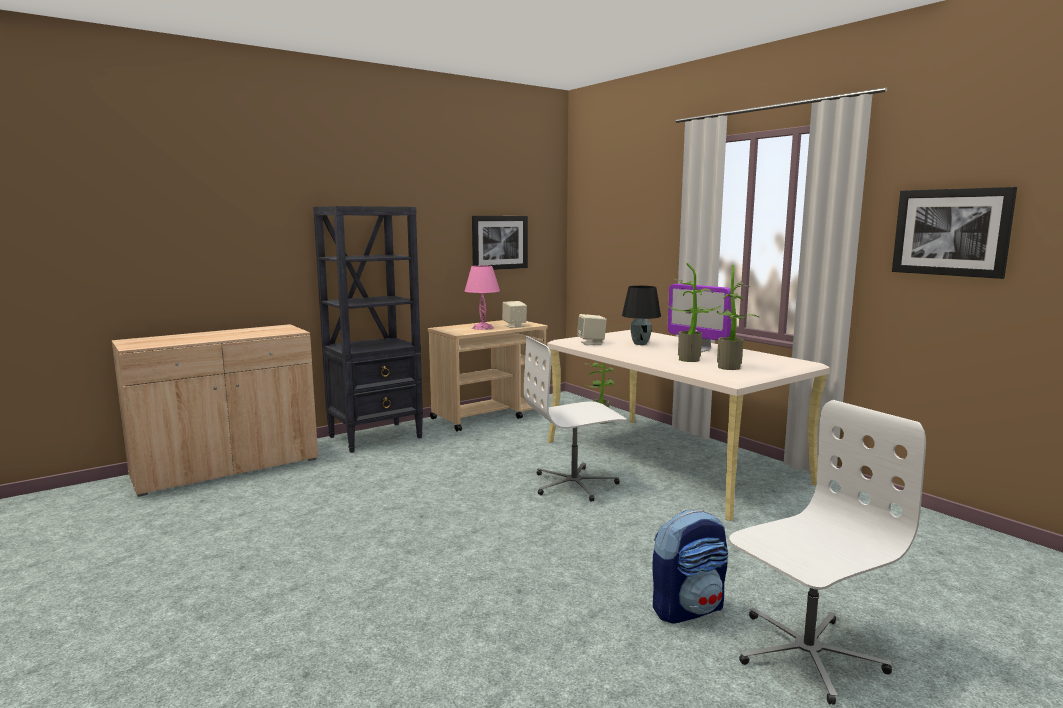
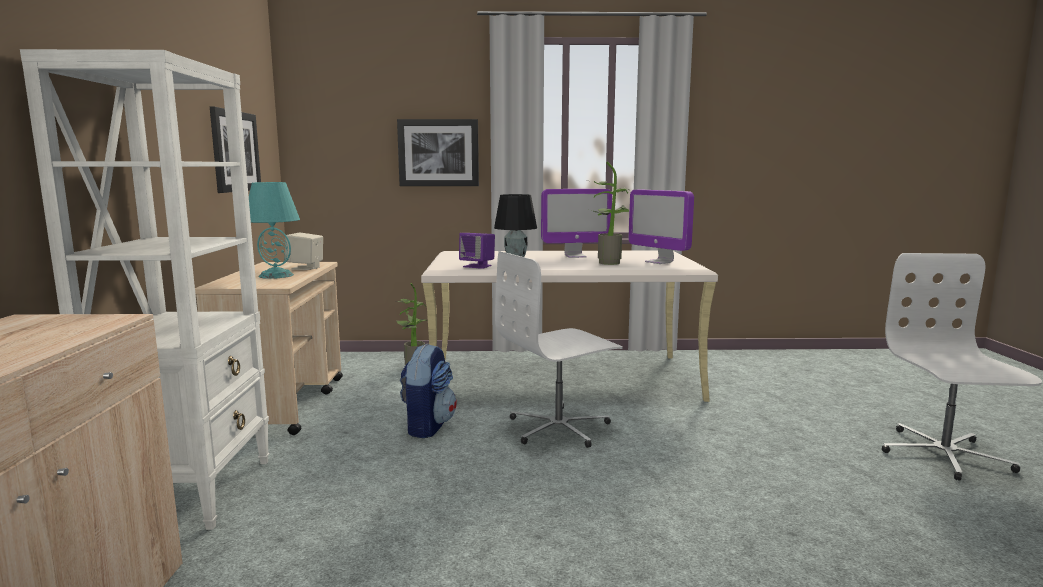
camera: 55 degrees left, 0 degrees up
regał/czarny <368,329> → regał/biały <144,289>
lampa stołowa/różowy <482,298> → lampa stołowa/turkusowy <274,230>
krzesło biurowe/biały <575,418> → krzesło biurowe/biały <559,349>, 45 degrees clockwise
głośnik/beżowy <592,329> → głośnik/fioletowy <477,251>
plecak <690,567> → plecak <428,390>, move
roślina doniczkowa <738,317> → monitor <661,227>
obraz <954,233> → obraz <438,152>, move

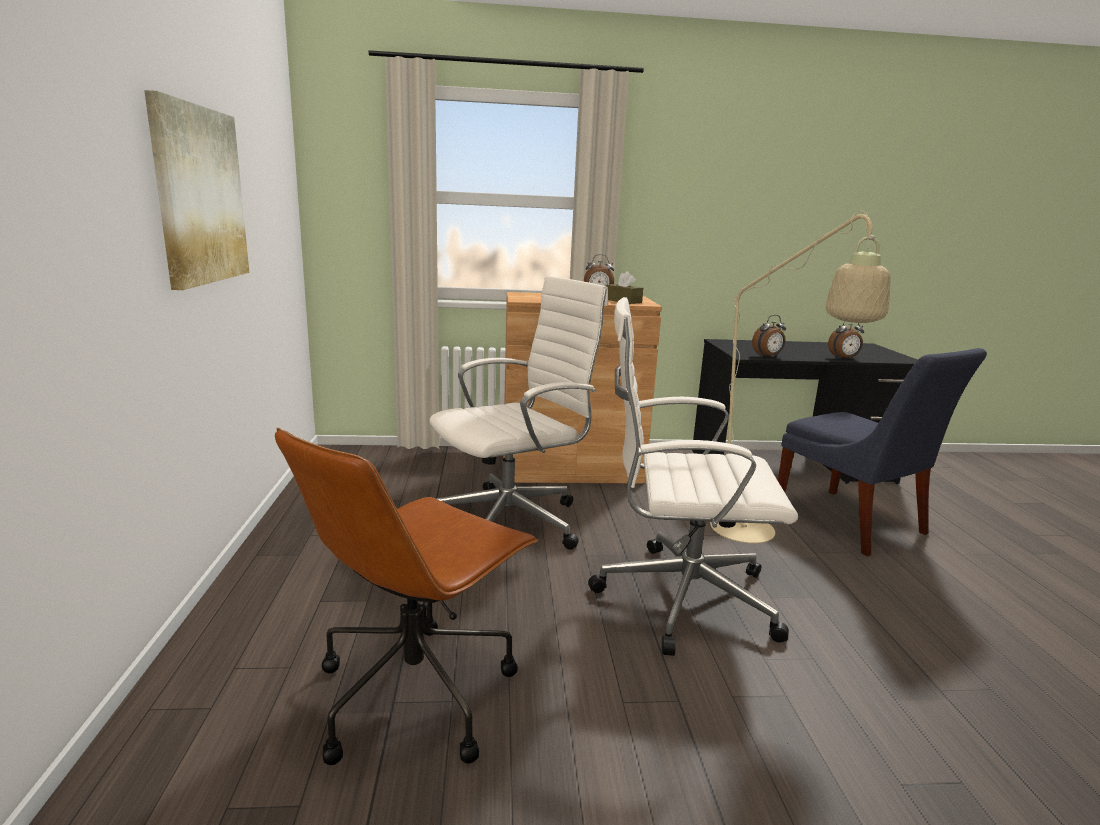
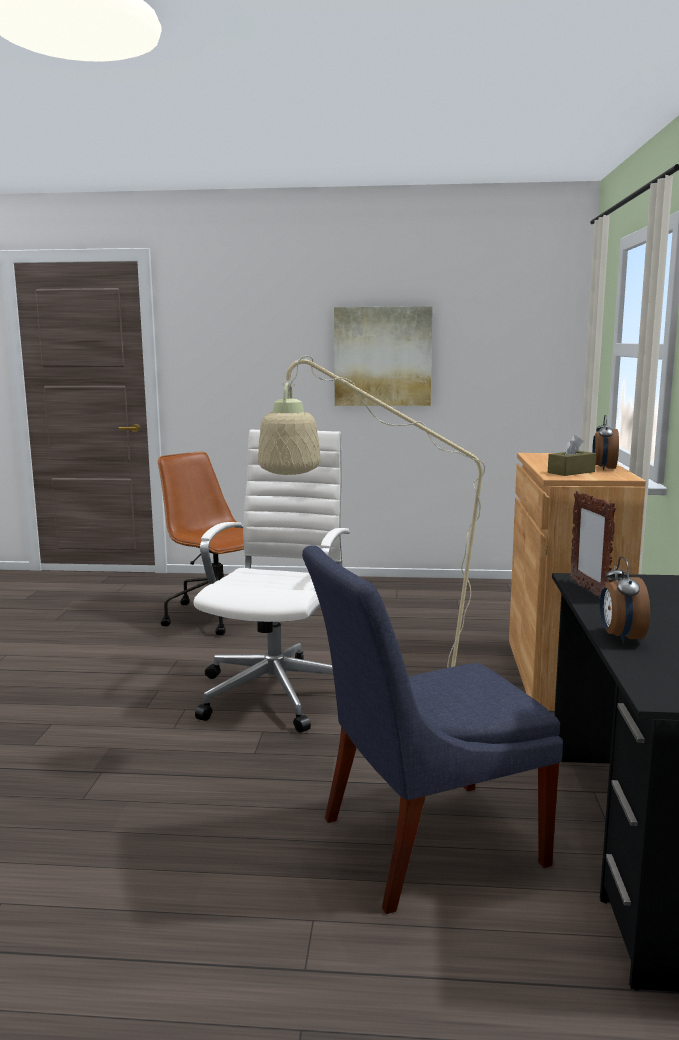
camera: 100 degrees right, 5 degrees down
krzesło biurowe/biały <518,413> → -
budzik <769,336> → ramka na zdjęcie <593,543>

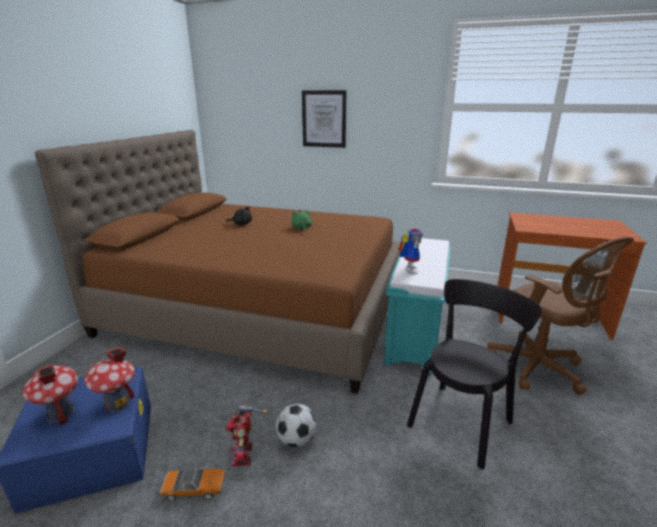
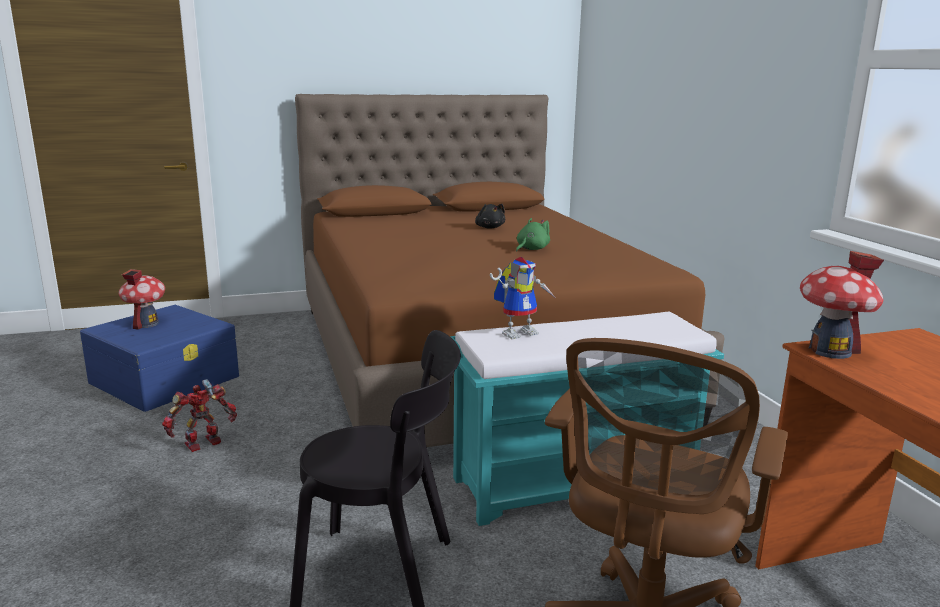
camera: 55 degrees right, 5 degrees down
domek <109,380> → domek <842,305>, move
samochodzik <192,484> → -
piłka futbolowa <296,425> → -
obraz <324,119> → -

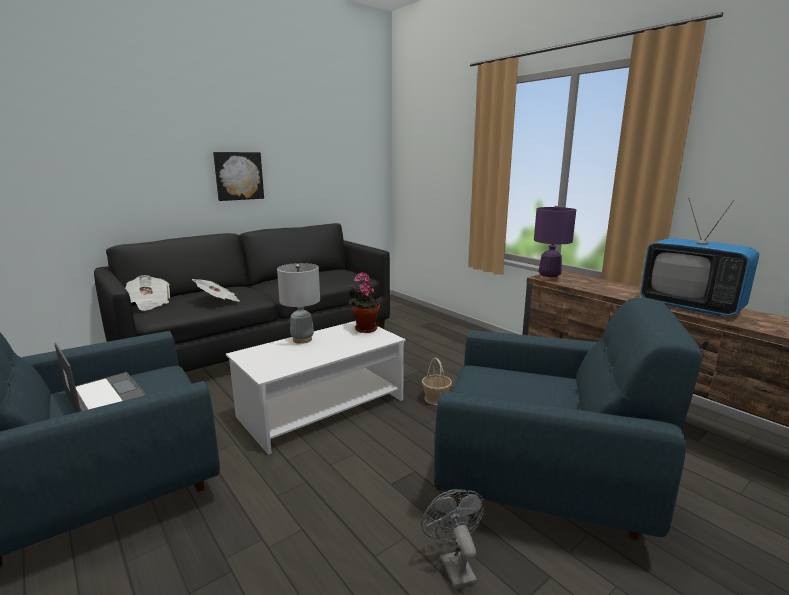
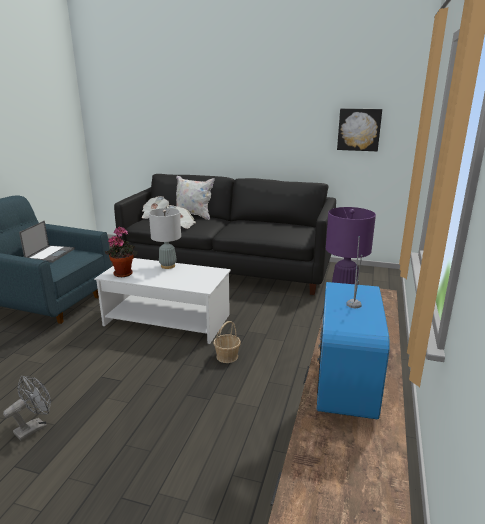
camera: 55 degrees right, 5 degrees up
obraz <238,176> → obraz <359,129>, move
roślina doniczkowa <364,302> → roślina doniczkowa <121,252>, move
fotel/niebieski <568,419> → -
- → poduszka/biały <195,197>

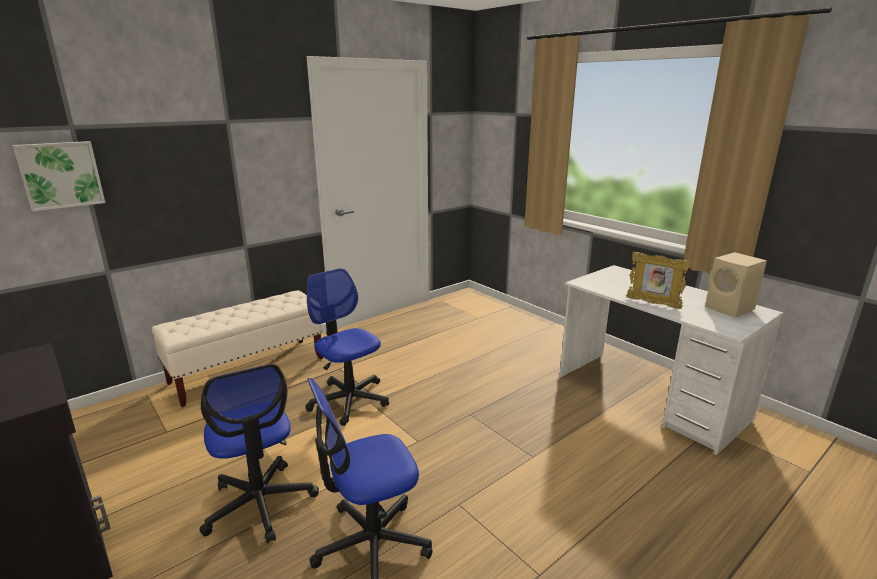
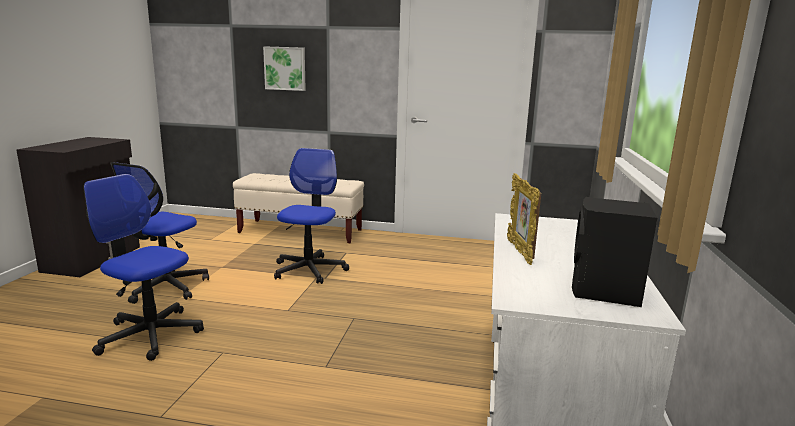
camera: 50 degrees right, 5 degrees down
obraz <59,176> → obraz <284,68>, move
głośnik/beżowy <736,284> → głośnik/czarny <614,252>

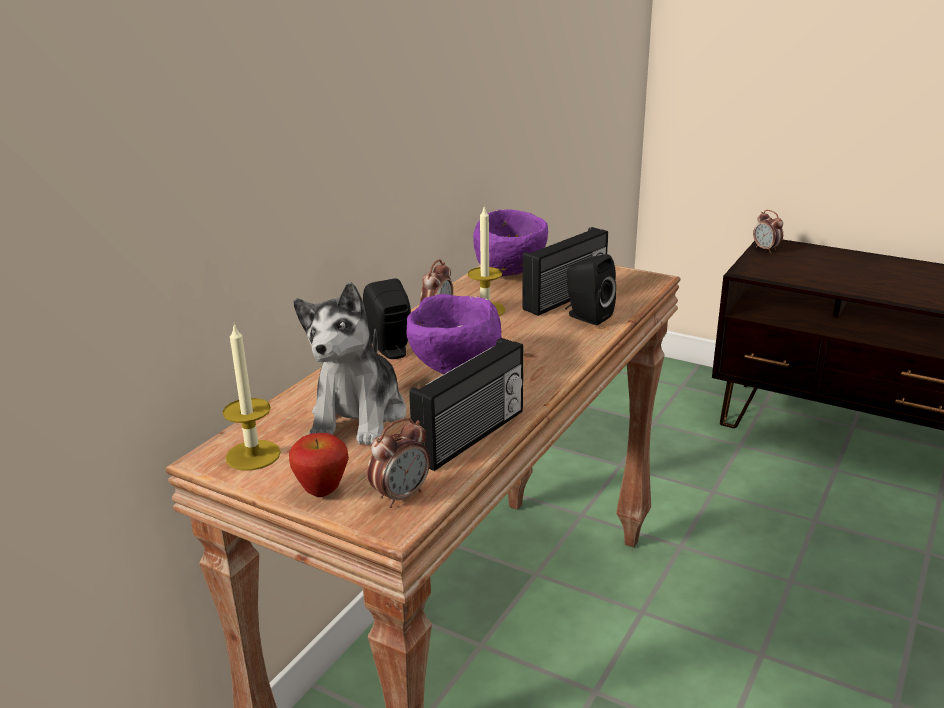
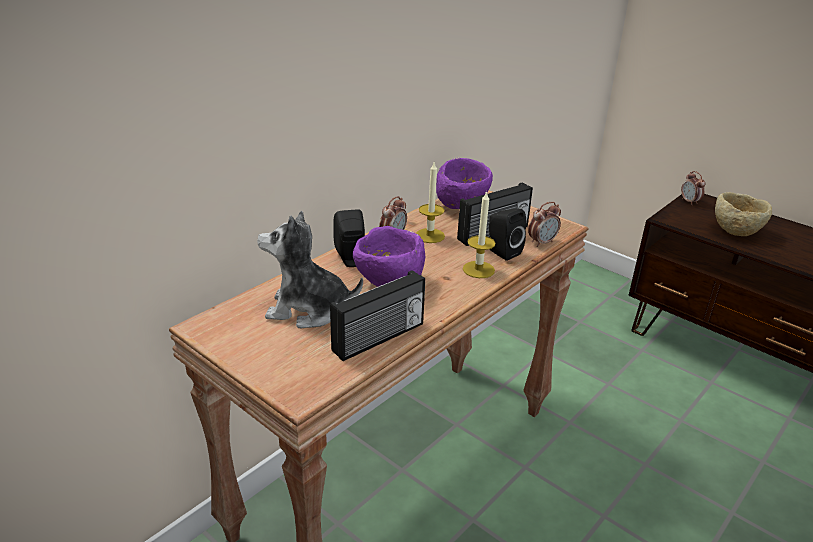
camera: 10 degrees right, 5 degrees up
świeca <251,396> → świeca <479,234>, move
jabłko <319,465> → -
pluszak <349,363> → pluszak <310,269>, 75 degrees clockwise
budzik <398,463> → budzik <544,224>, move
- → miska/beżowy <743,214>

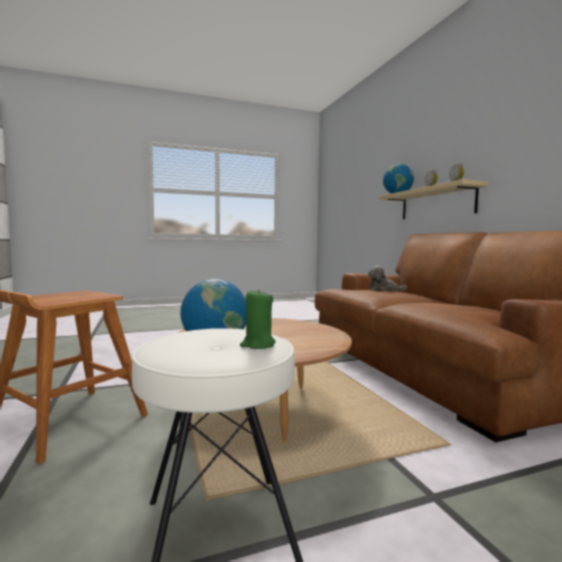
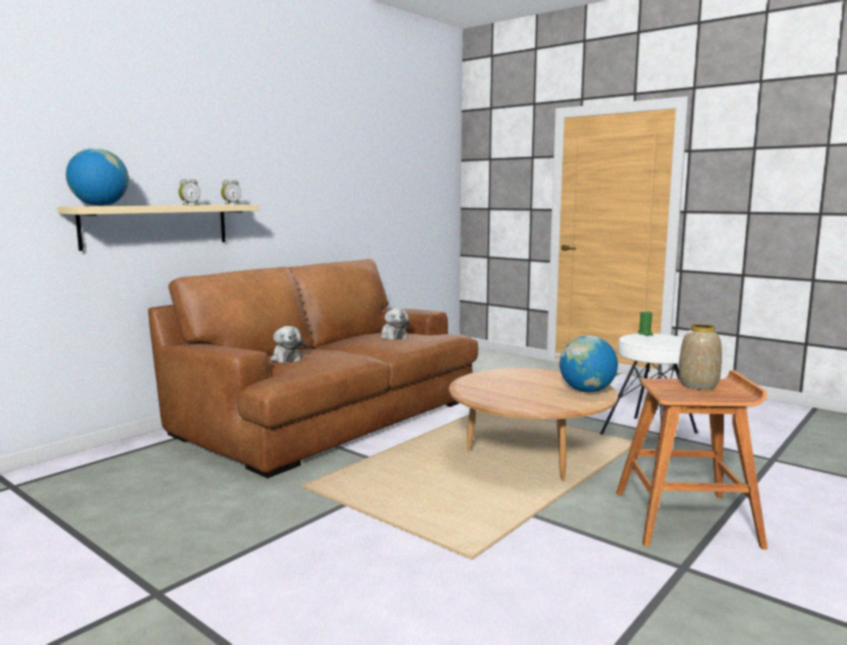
camera: 120 degrees left, 5 degrees up
- → pluszak <395,324>
- → wazon <700,357>

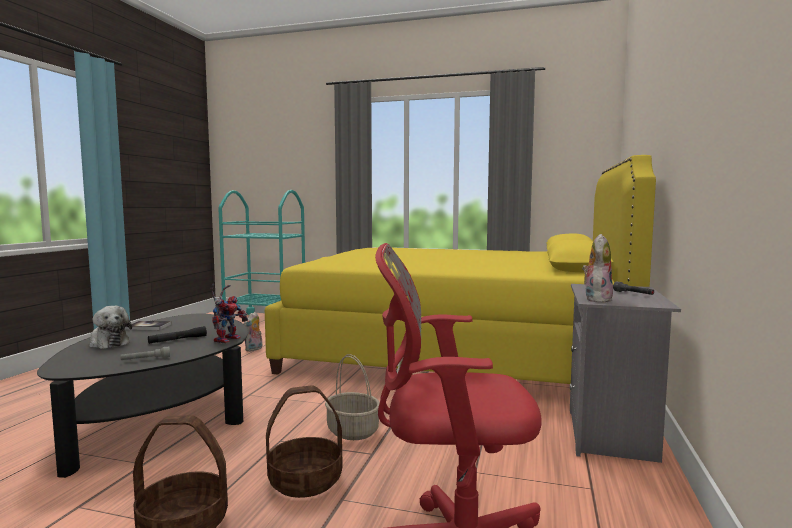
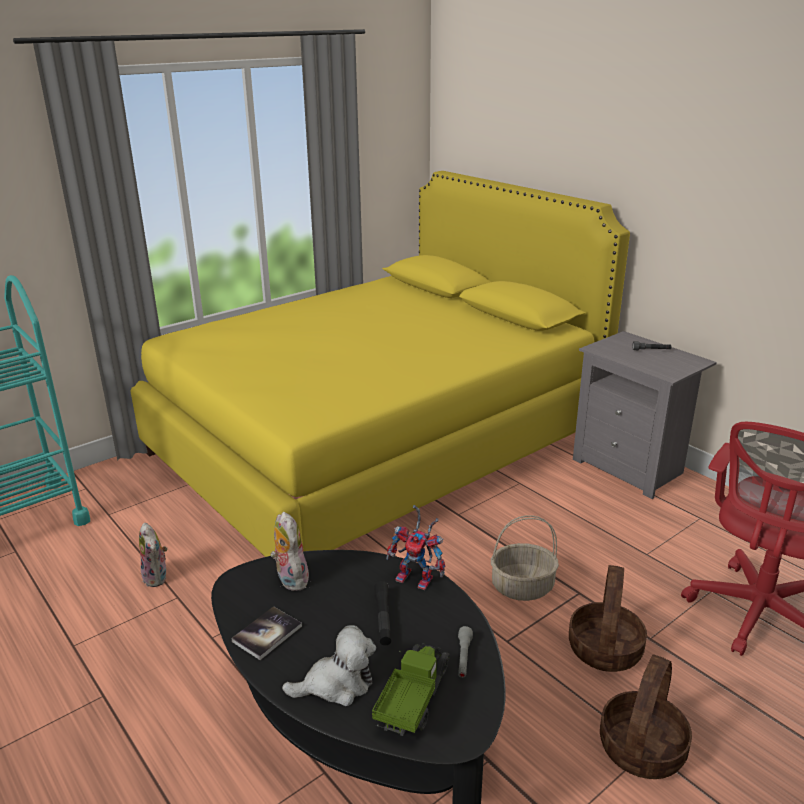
camera: 55 degrees left, 20 degrees up
robot zabawkowy <229,314> → robot zabawkowy <415,547>, 150 degrees clockwise
pluszak <597,268> → pluszak <290,551>, move
- → ciężarówka zabawkowa <411,689>

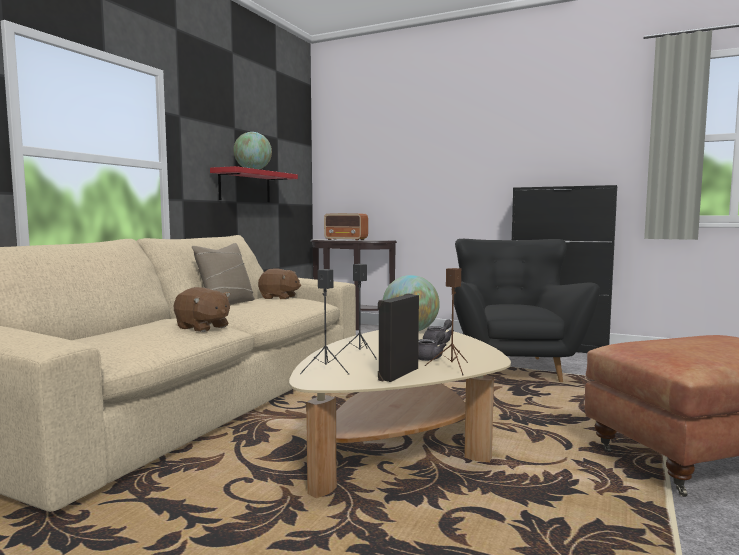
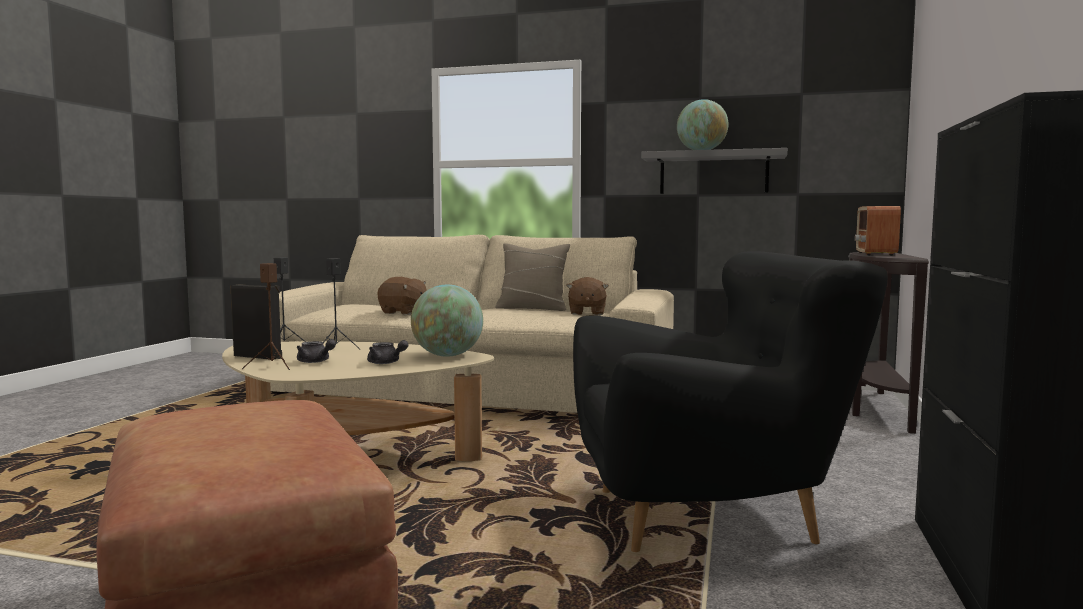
camera: 80 degrees right, 0 degrees up
pluszak/brązowy <202,309> → pluszak/brązowy <402,296>, 90 degrees counterclockwise
półka/czerwony <254,184> → półka/szary <714,171>

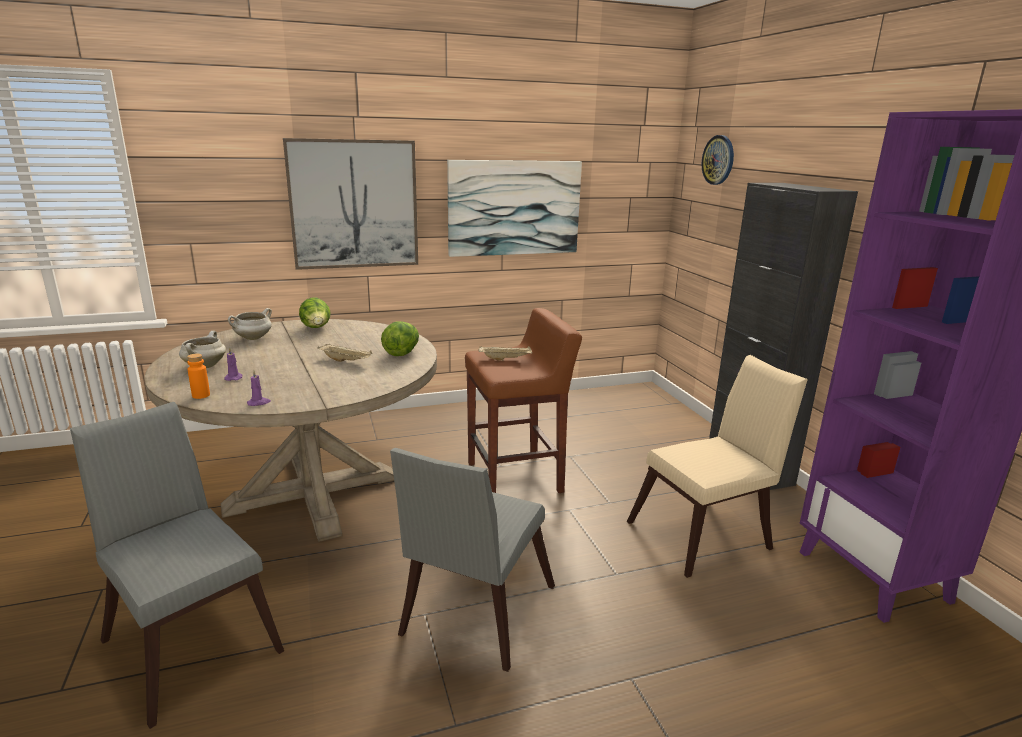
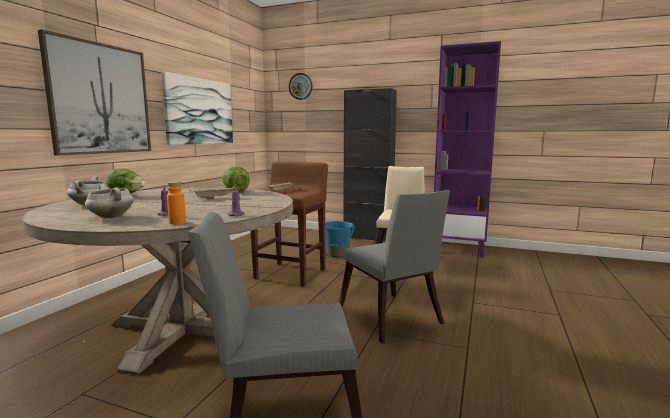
camera: 50 degrees left, 10 degrees down
- → wiadro/niebieski <340,239>

